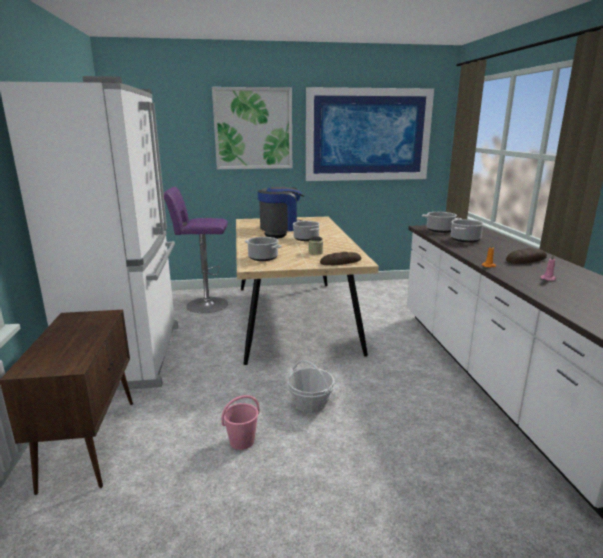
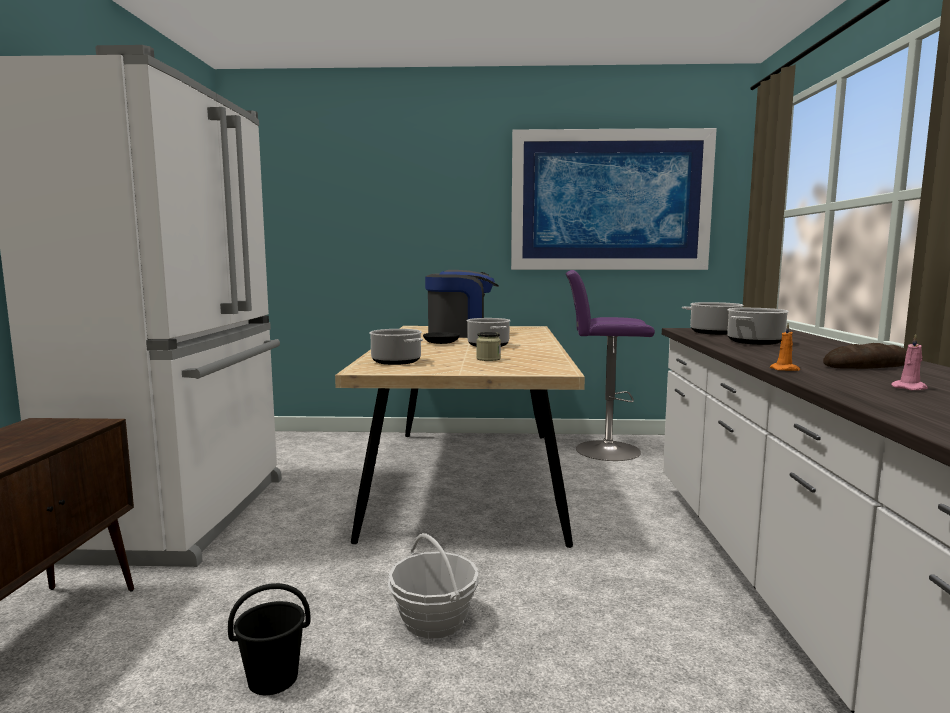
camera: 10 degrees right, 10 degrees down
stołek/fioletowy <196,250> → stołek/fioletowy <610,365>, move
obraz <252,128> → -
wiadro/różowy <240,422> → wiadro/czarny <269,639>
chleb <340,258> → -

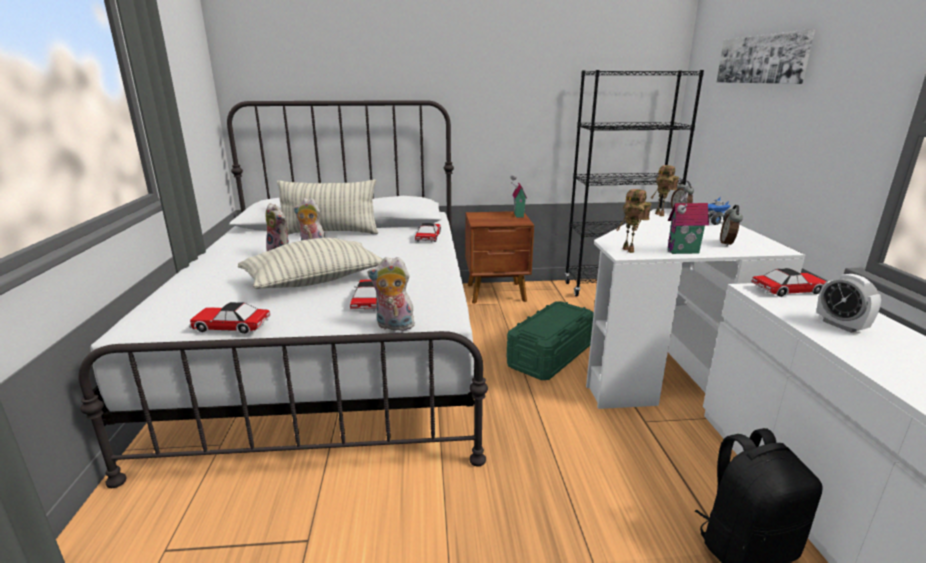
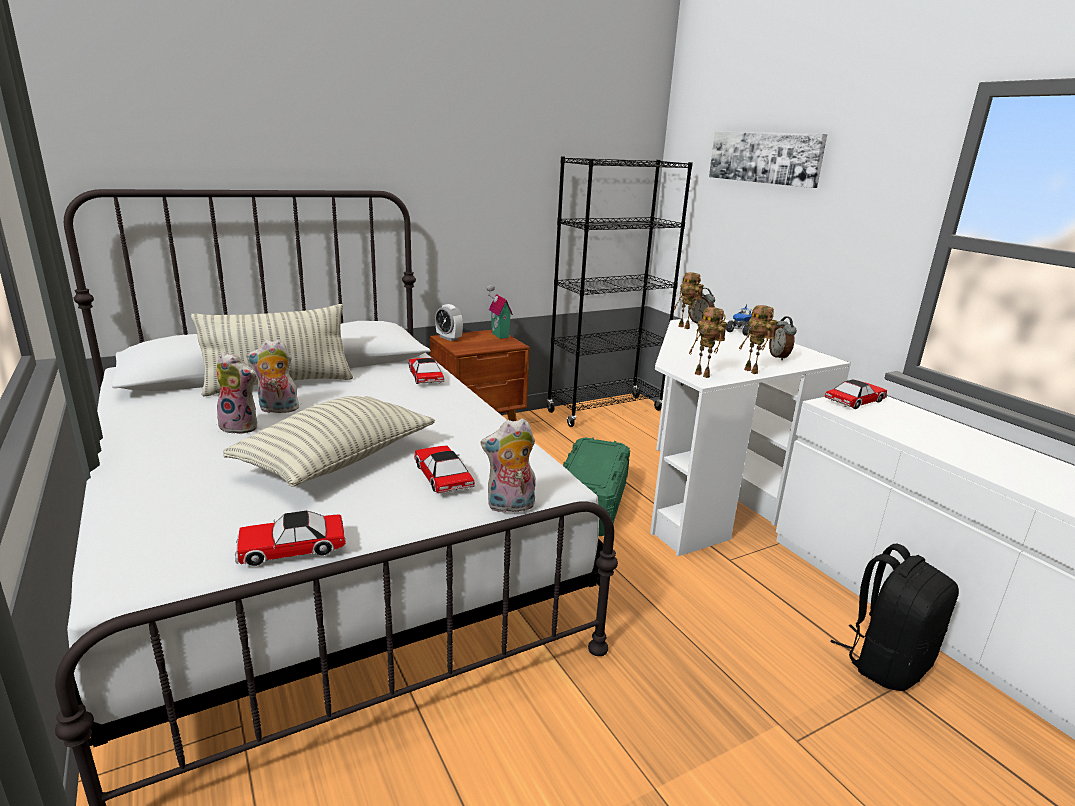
camera: 25 degrees left, 0 degrees up
domek <688,223> → robot zabawkowy <758,339>
budzik <849,303> → budzik <449,322>, move

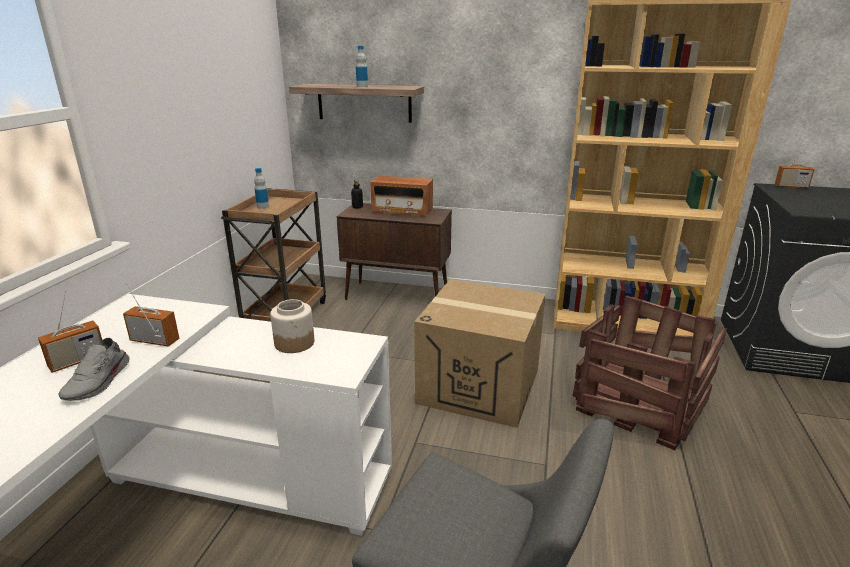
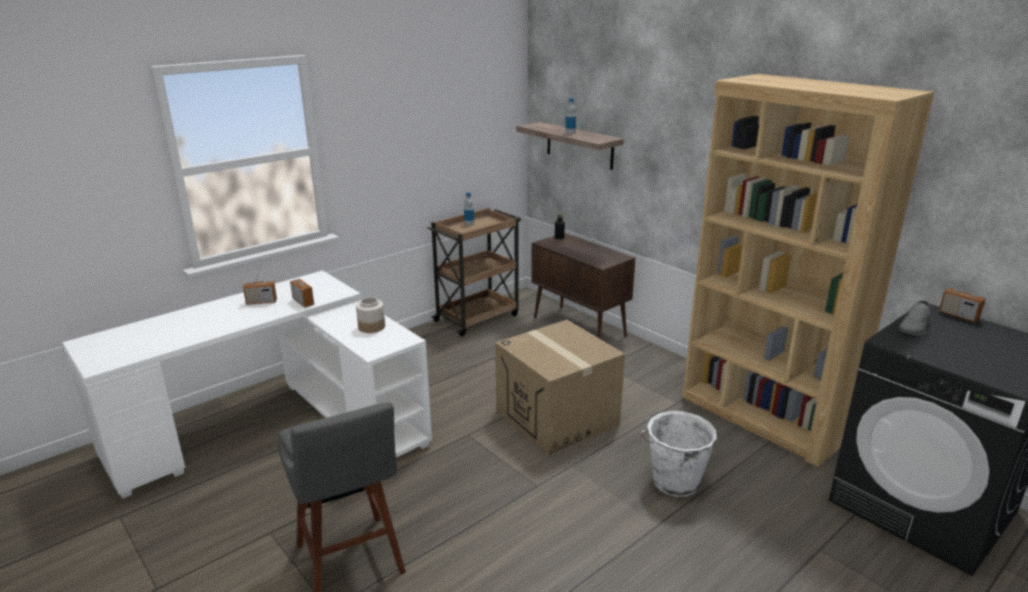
camera: 35 degrees right, 0 degrees up
but/szary <94,369> → but/szary <915,317>, move
radio <401,196> → -
skrzynka <649,372> → wiadro/biały <679,454>

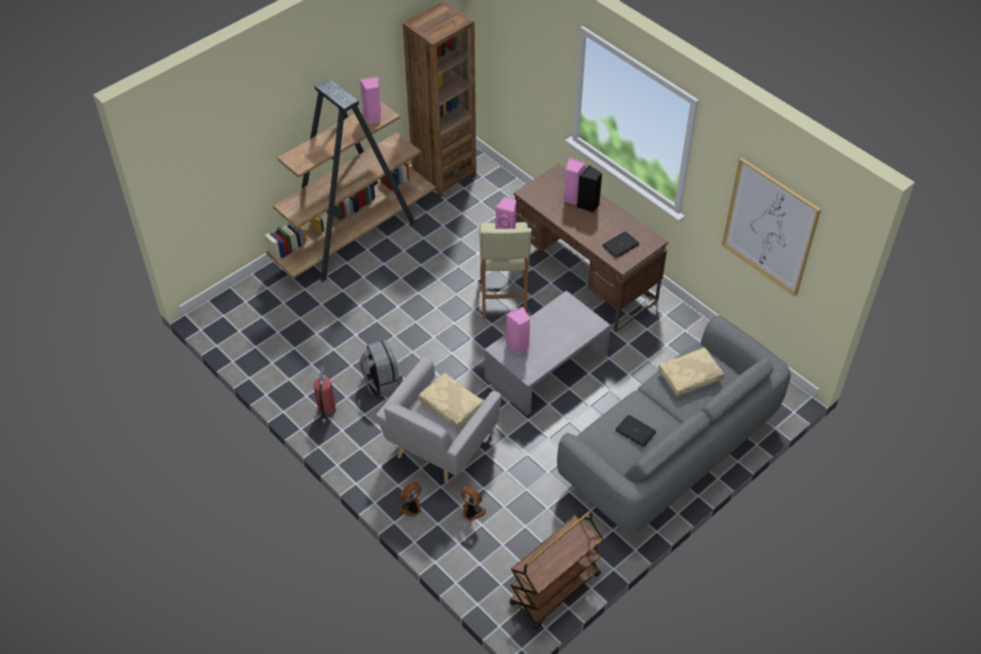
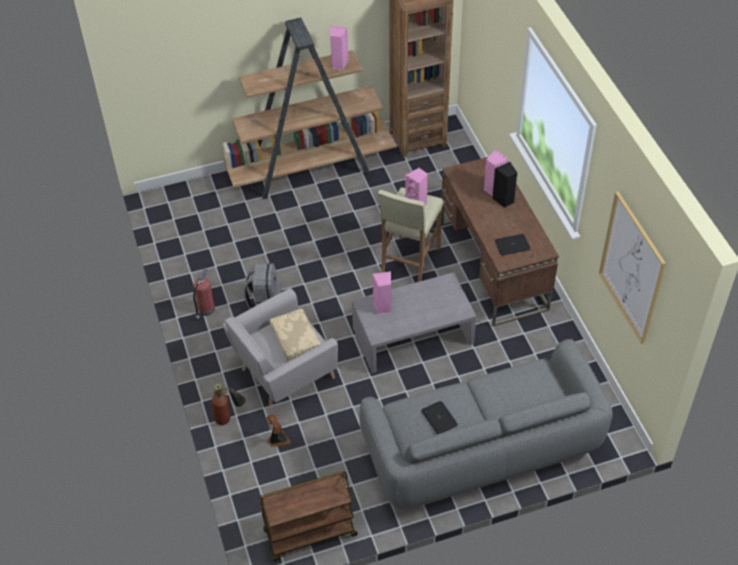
camera: 25 degrees right, 0 degrees up
wentylator <409,499> → gaśnica <228,404>
poduszka/beżowy <691,372> → -

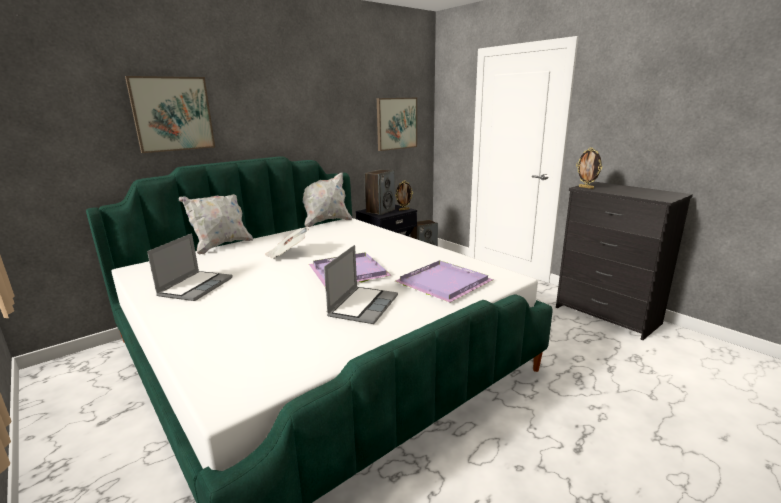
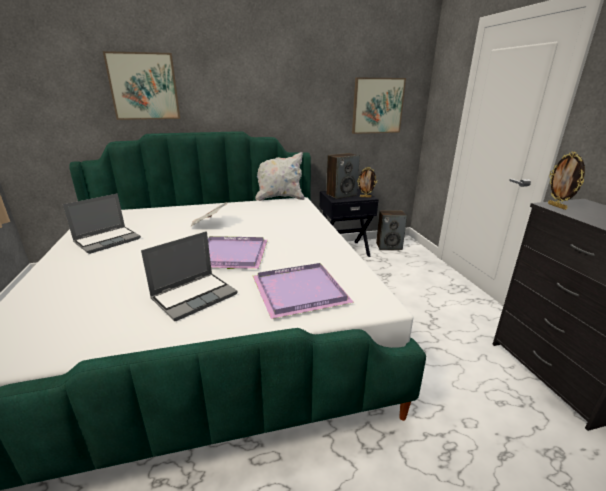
camera: 25 degrees right, 5 degrees up
poduszka/biały <216,224> → -

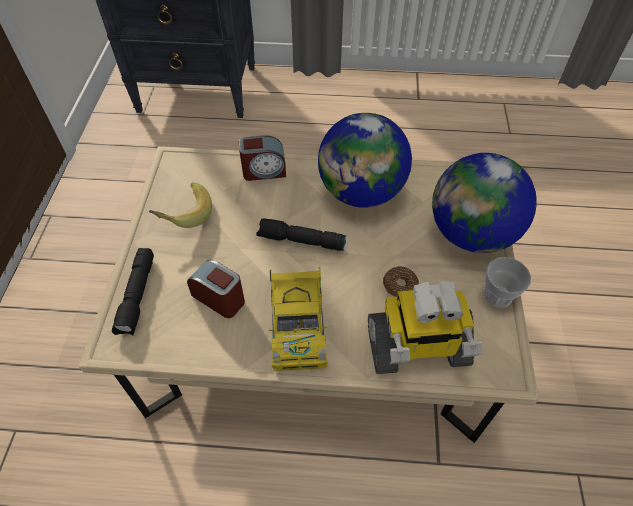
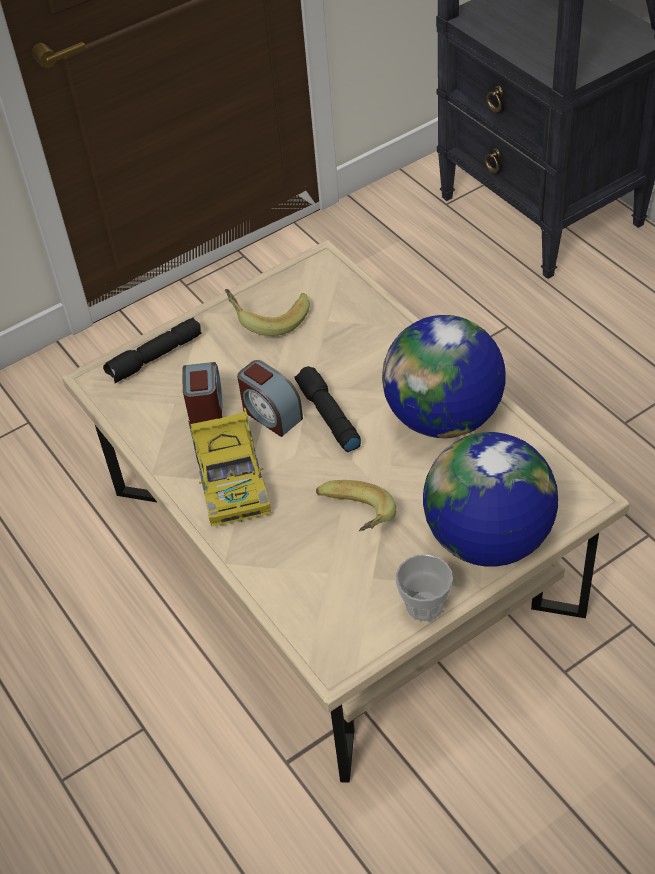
camera: 55 degrees right, 5 degrees down
budzik <262,158> → budzik <270,398>, move
samochodzik <298,319> → samochodzik <230,467>, 60 degrees counterclockwise
robot zabawkowy <425,327> → -
donut <401,281> → banan <356,505>

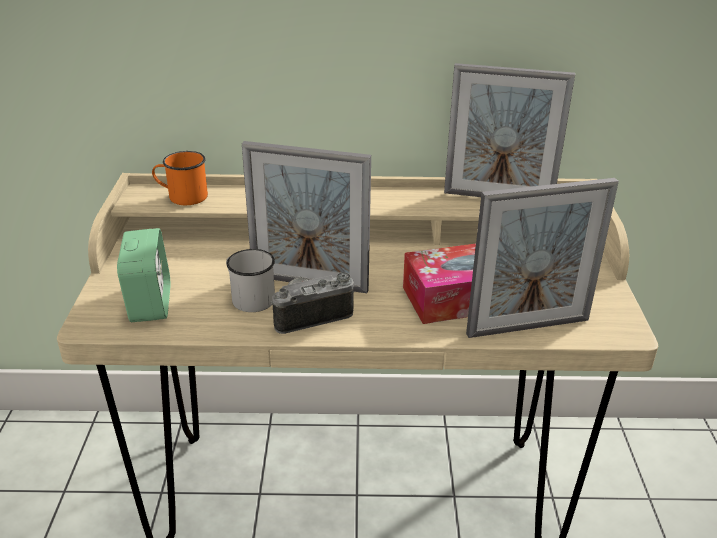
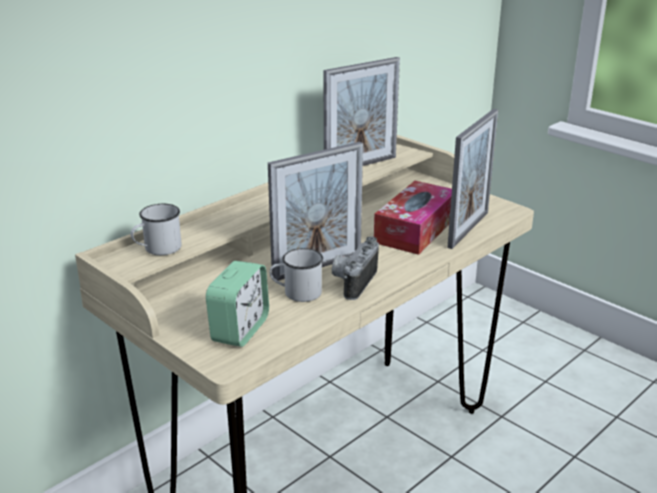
camera: 45 degrees left, 5 degrees down
budzik <144,275> → budzik <237,304>, 75 degrees clockwise
kubek/pomarańczowy <180,178> → kubek/biały <156,229>

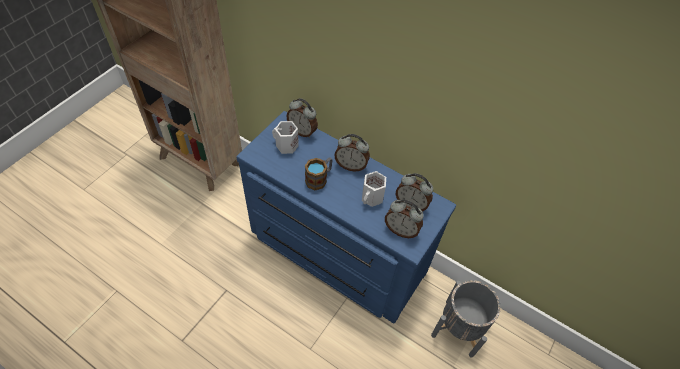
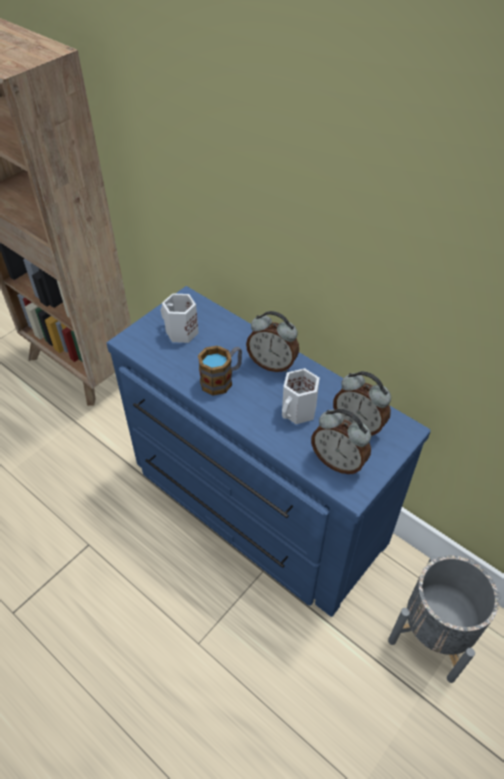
camera: 10 degrees right, 5 degrees down
budzik <302,118> → -

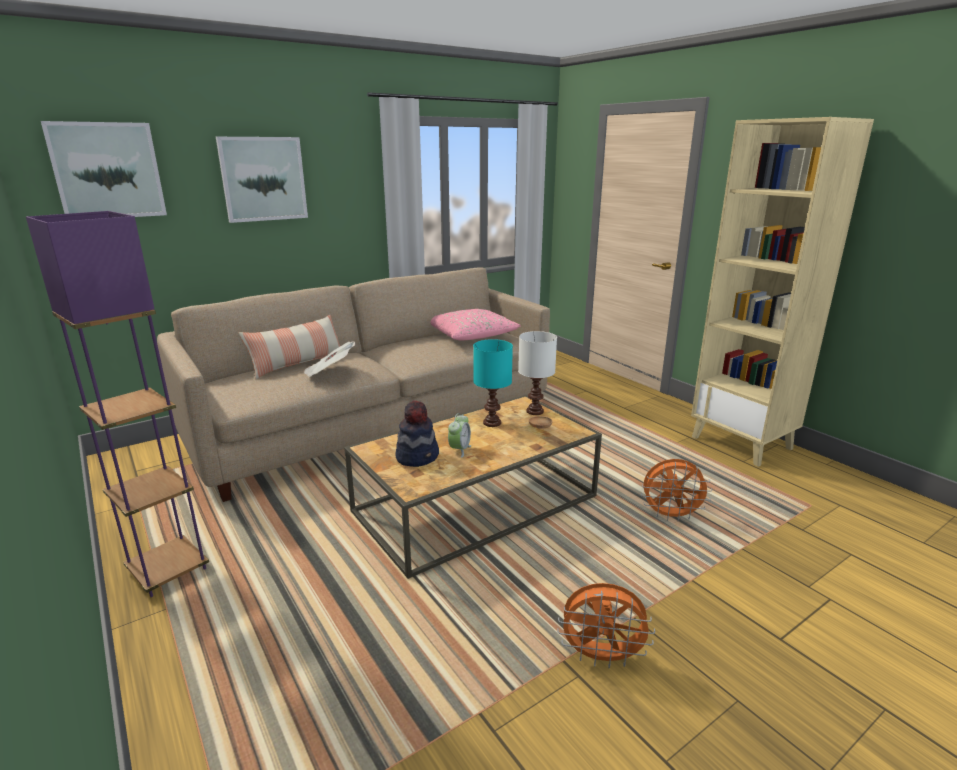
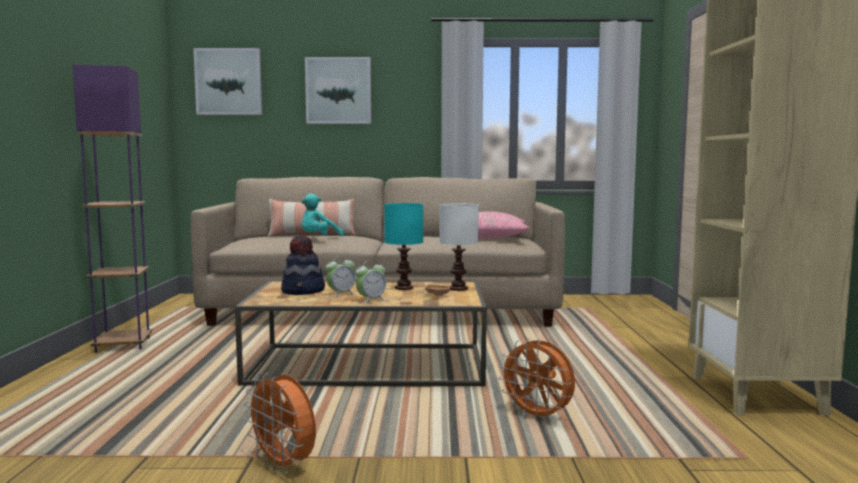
camera: 35 degrees right, 15 degrees down
gazeta <329,360> → pluszak/turkusowy <322,215>
- → budzik <370,282>

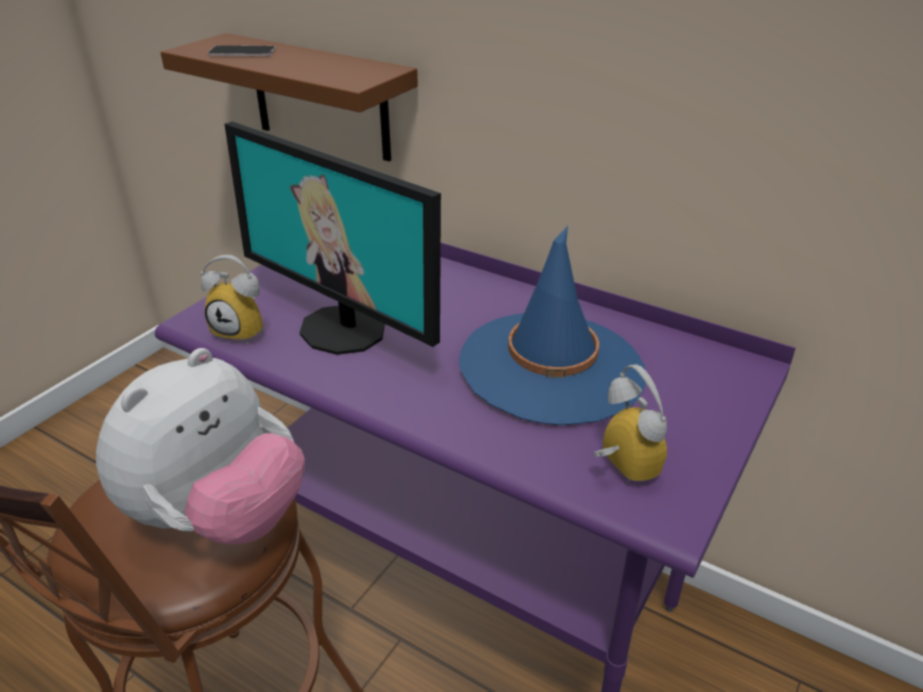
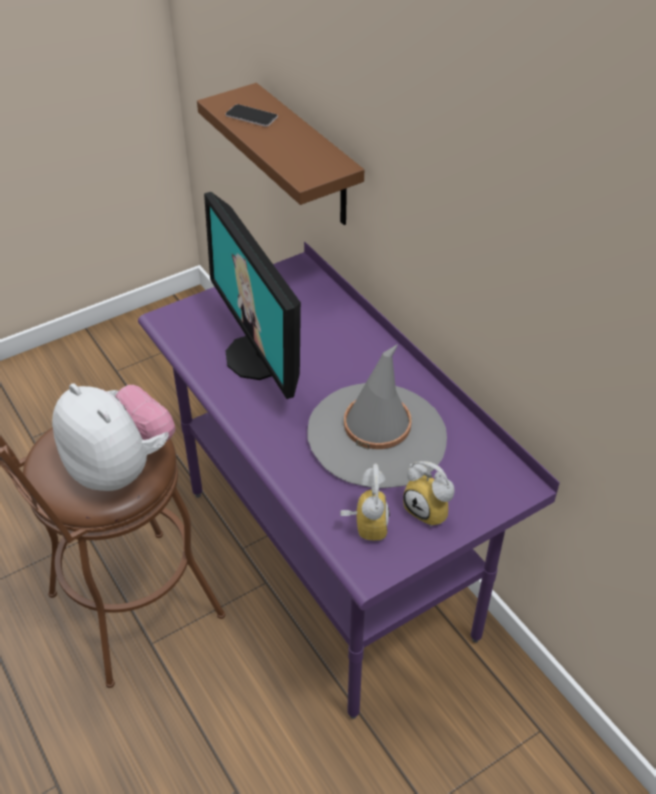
camera: 25 degrees right, 10 degrees up
pluszak <200,446> → pluszak <114,437>, 105 degrees counterclockwise
budzik <232,299> → budzik <429,494>, move
kapelusz/niebieski <552,325> → kapelusz/szary <377,416>

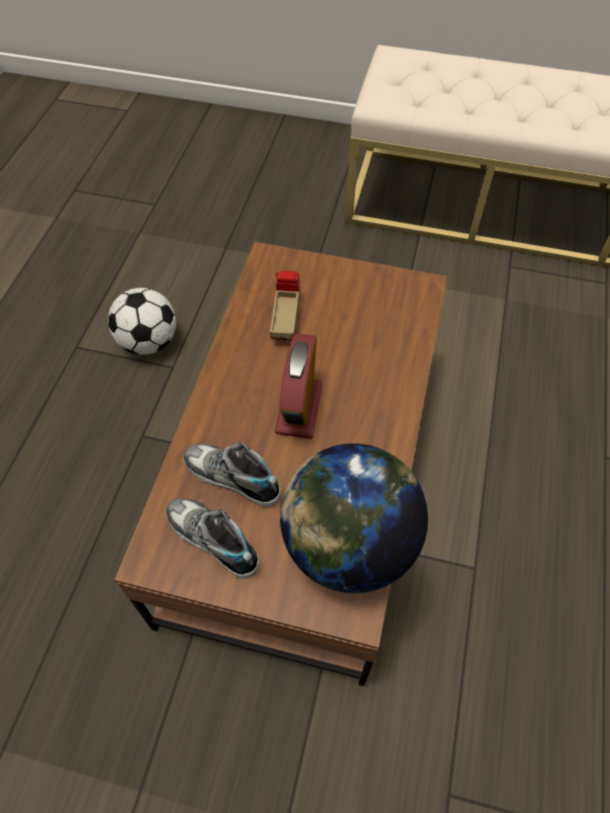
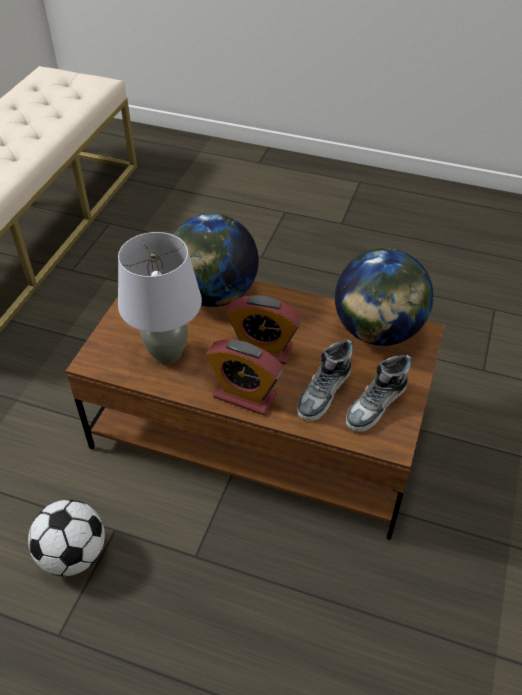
camera: 85 degrees left, 10 degrees down
ciężarówka zabawkowa <285,305> → lampa stołowa/szary <160,298>
- → globus <216,260>
- → budzik <244,377>

